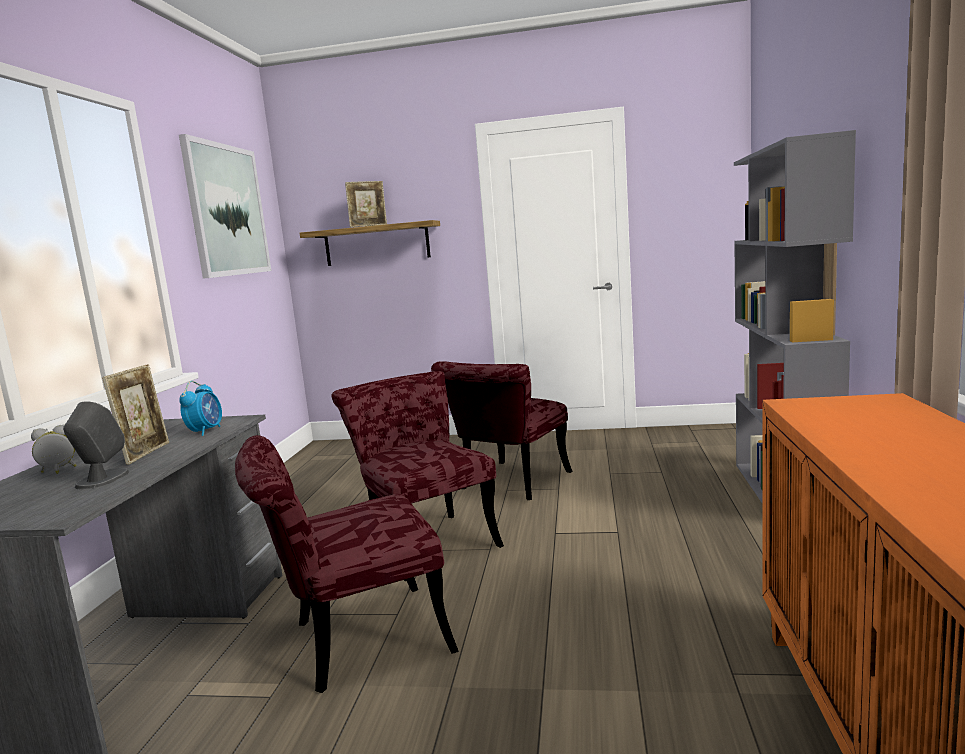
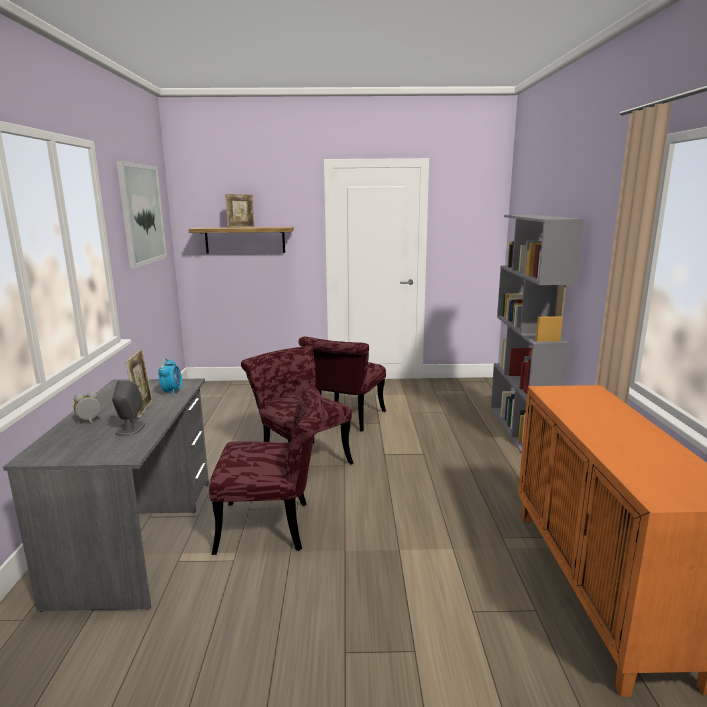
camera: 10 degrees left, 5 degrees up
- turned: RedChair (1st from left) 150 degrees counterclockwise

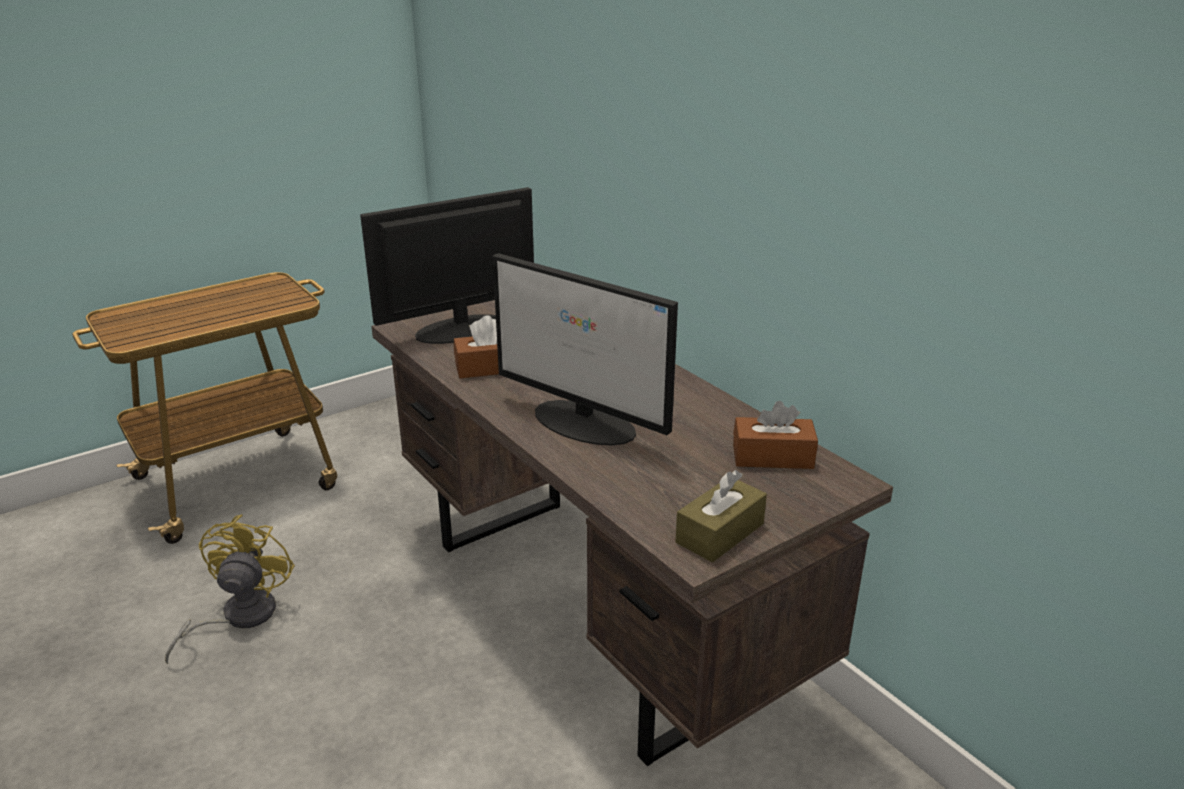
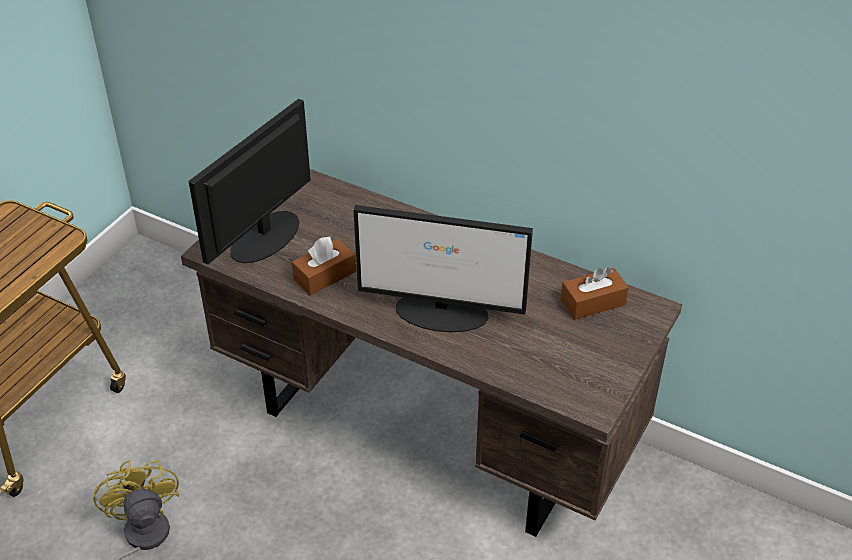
camera: 25 degrees left, 15 degrees up
- removed: BrownTissueBox (2nd from left)

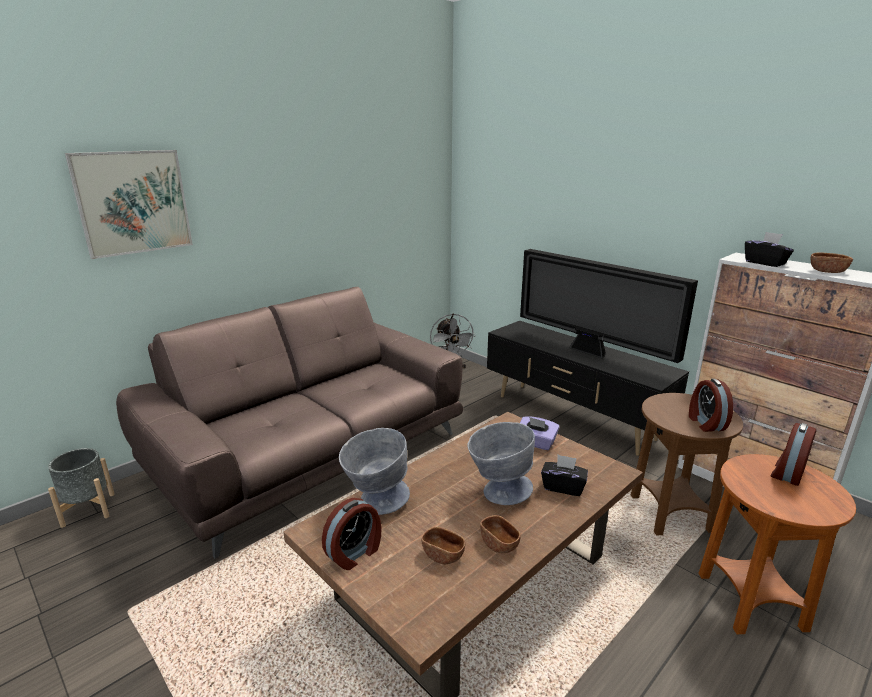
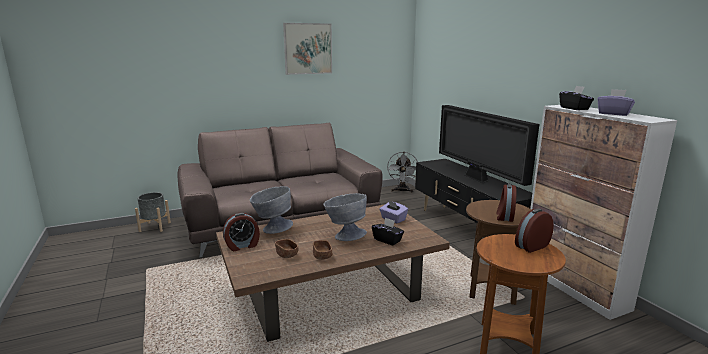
camera: 20 degrees right, 5 degrees down
- moved: Picture
- replaced: BrownBowl (3rd from left) to PurpleTissueBox (2nd from left)

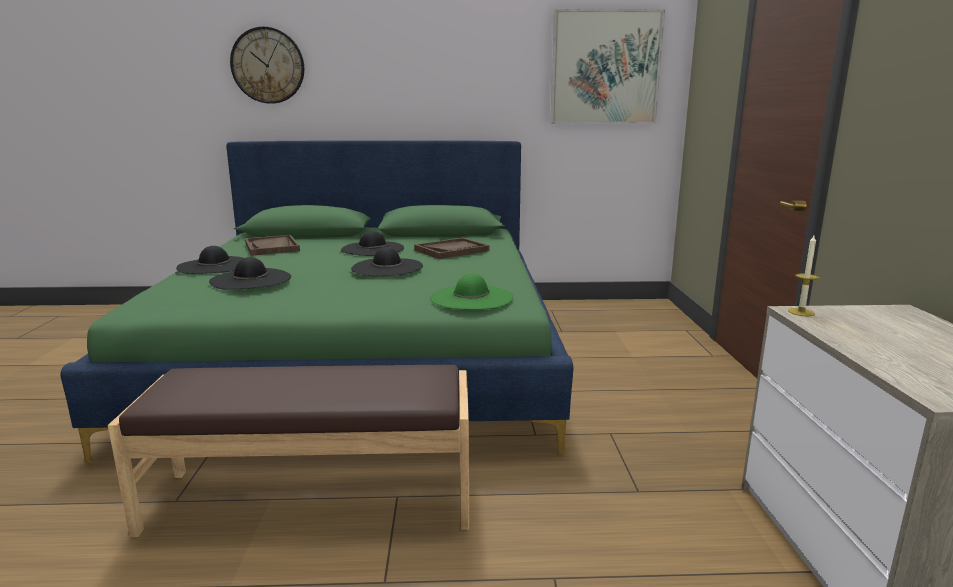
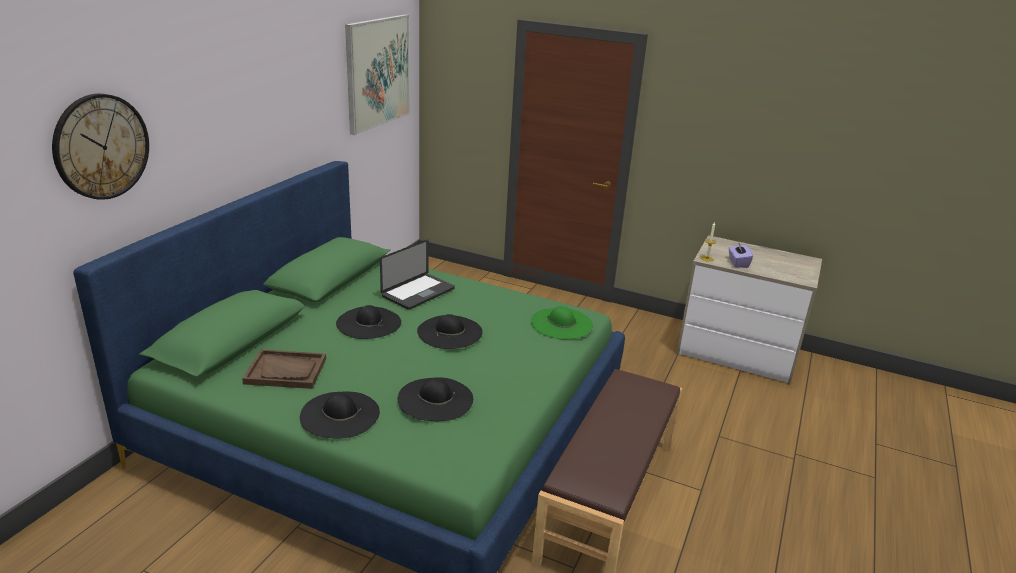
camera: 65 degrees left, 10 degrees up
- replaced: BrownTray (2nd from left) to Laptop
- added: PurpleTissueBox

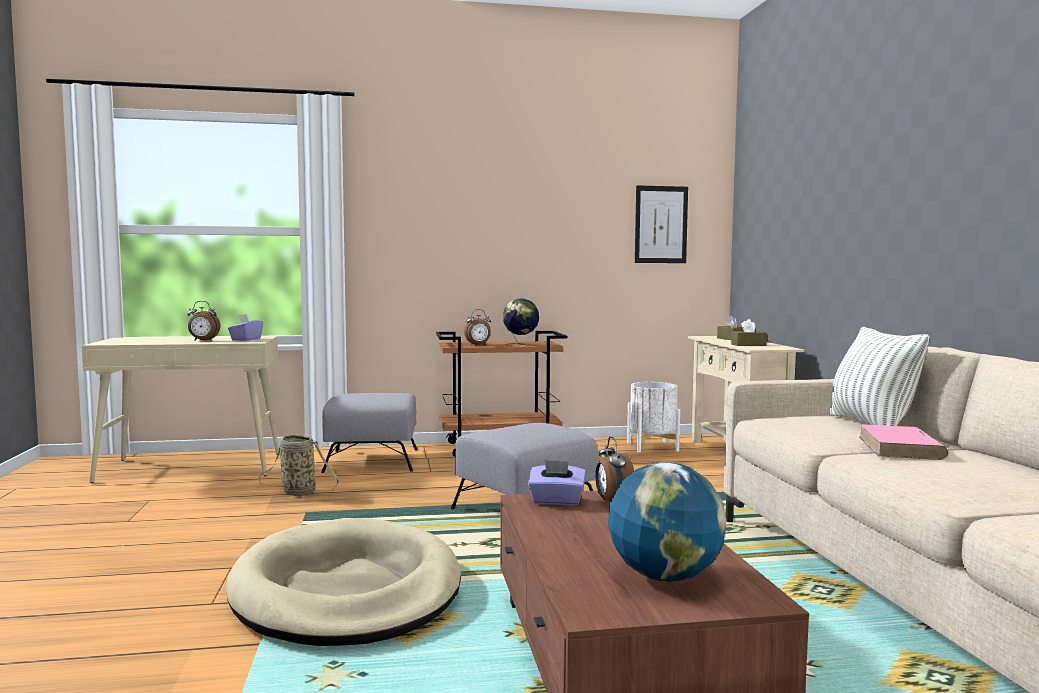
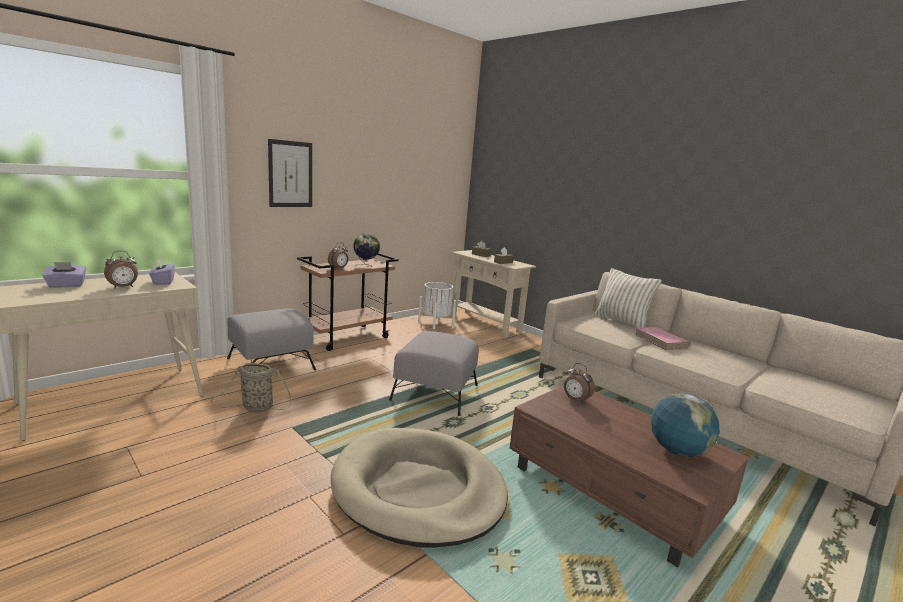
camera: 35 degrees left, 10 degrees up
- moved: Picture
- moved: PurpleTissueBox (2nd from left in the first image) to PurpleTissueBox (1st from left)

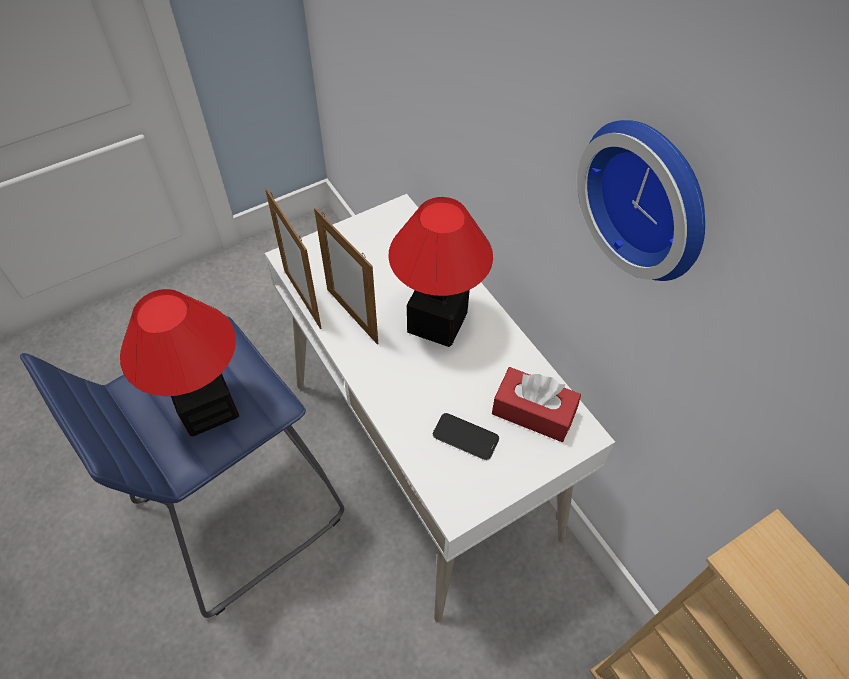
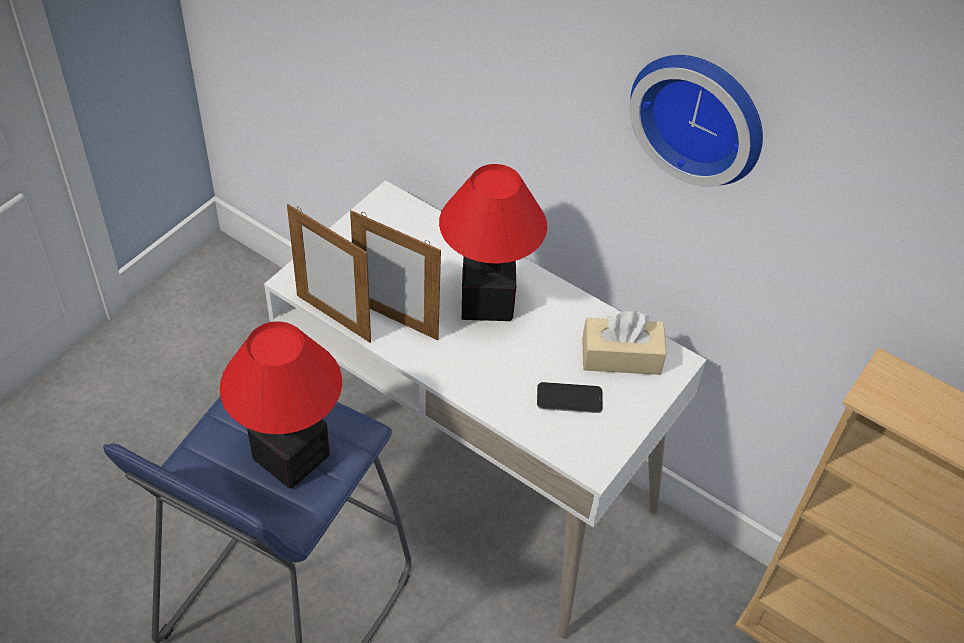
camera: 25 degrees left, 5 degrees down
- recoloured: RedTissueBox to BeigeTissueBox

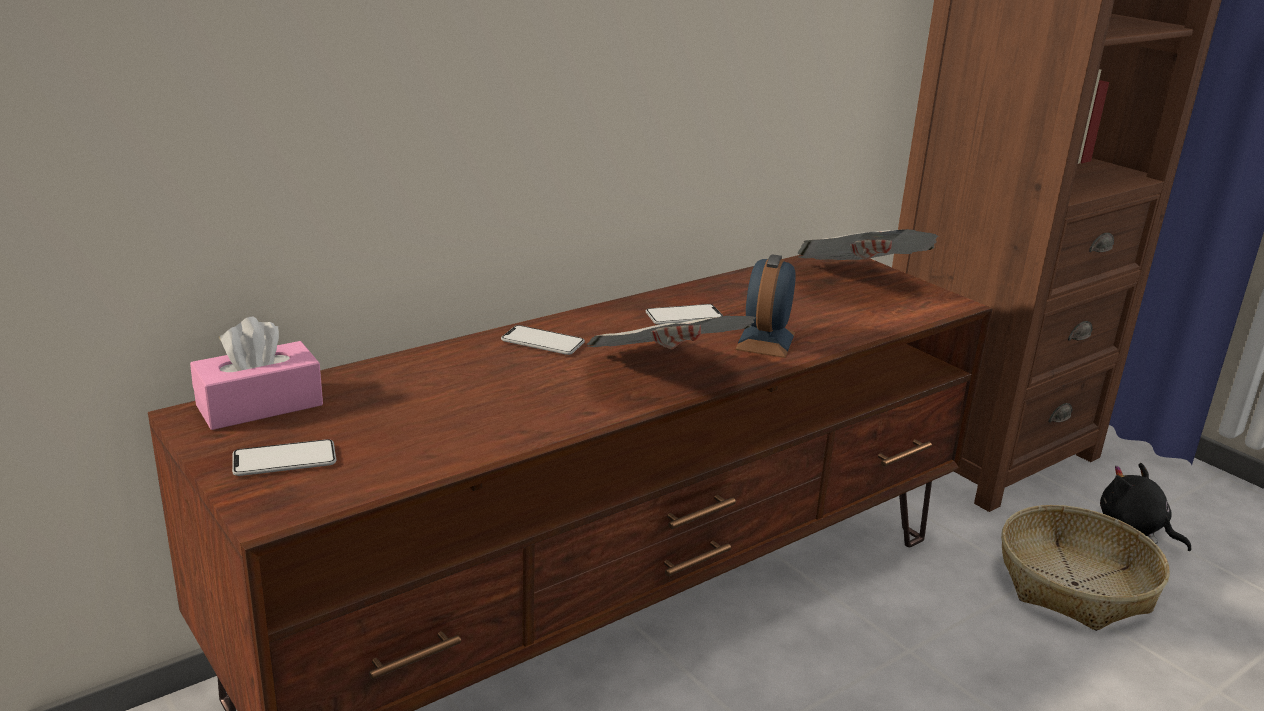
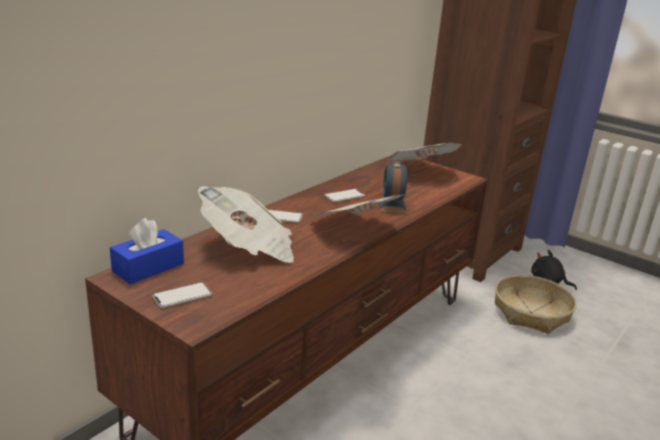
camera: 15 degrees left, 0 degrees up
- recoloured: PinkTissueBox to BlueTissueBox
- added: Newspaper (1st from left)

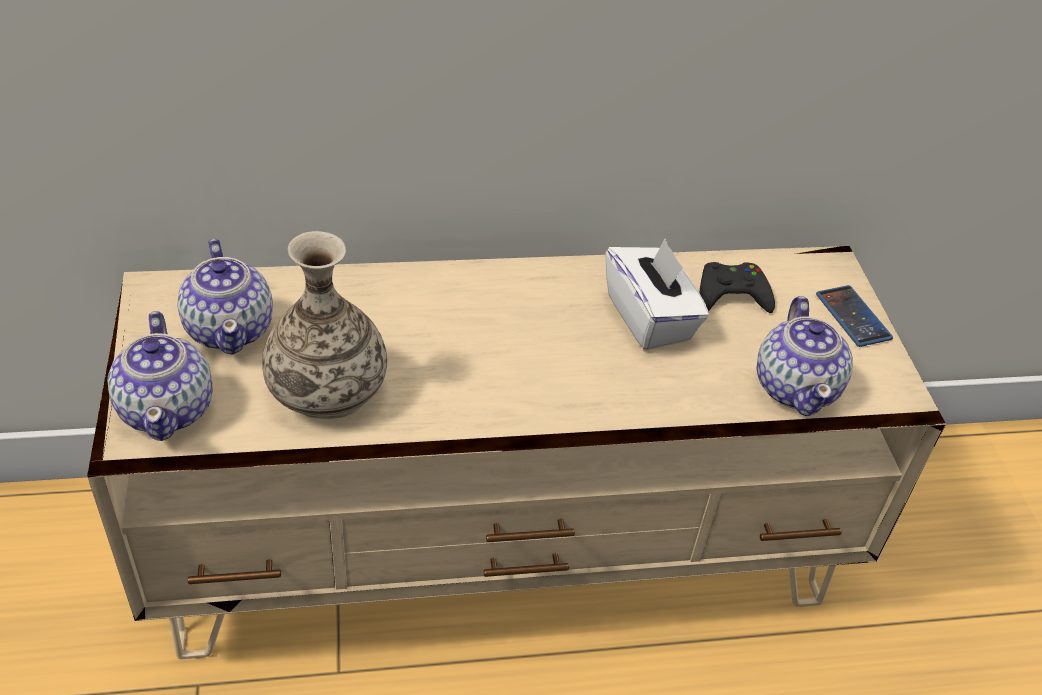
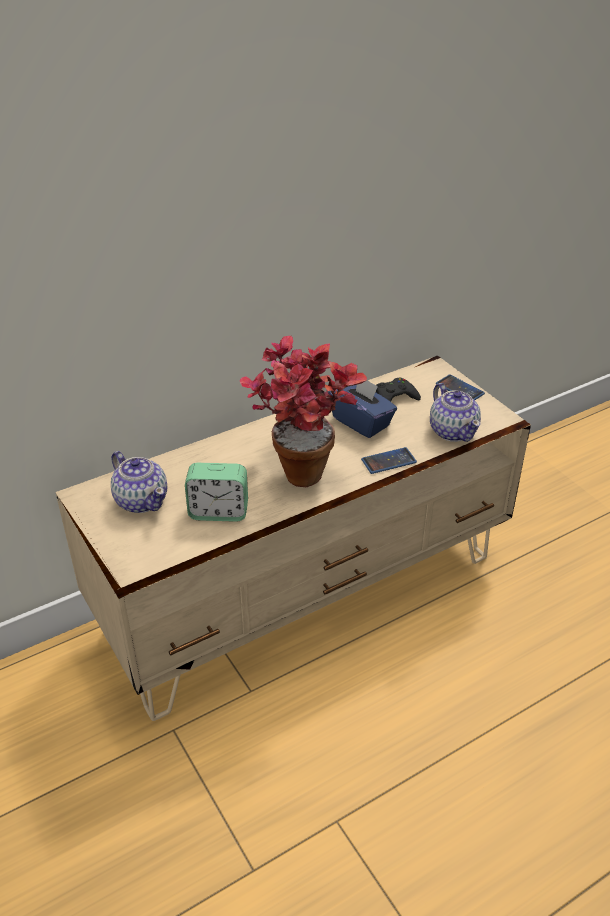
camera: 20 degrees left, 5 degrees down
- replaced: Vase to AlarmClock
- recoloured: WhiteTissueBox to BlueTissueBox
- removed: Teapot (1st from left)
- added: PottedPlant
- added: Phone (1st from left)

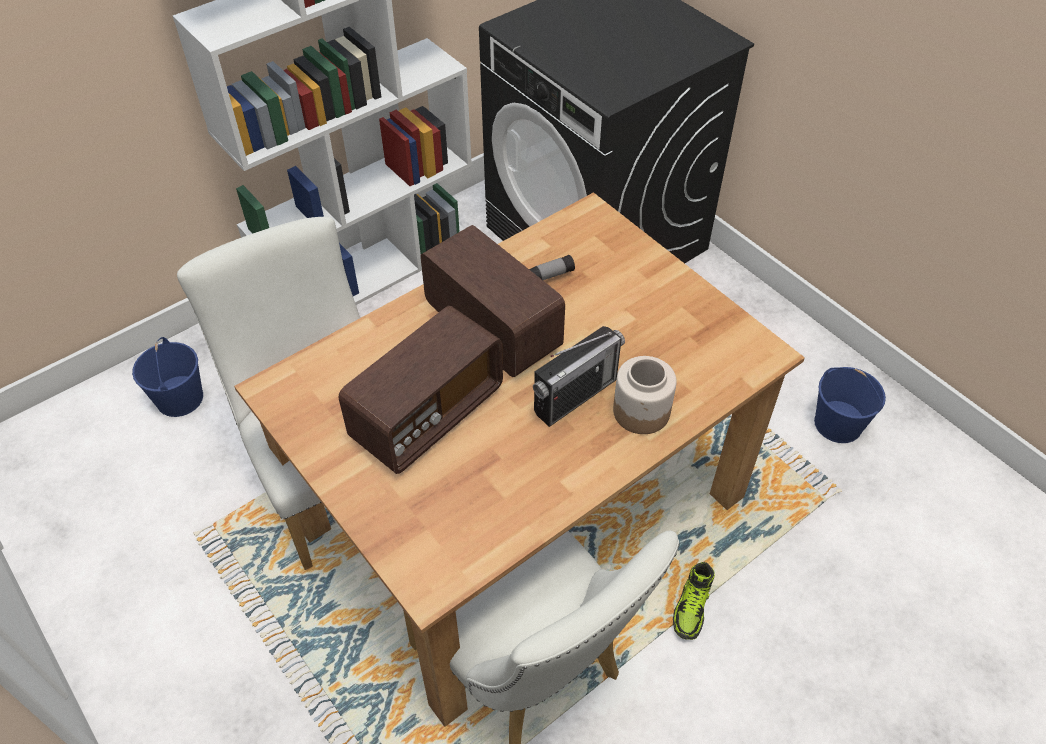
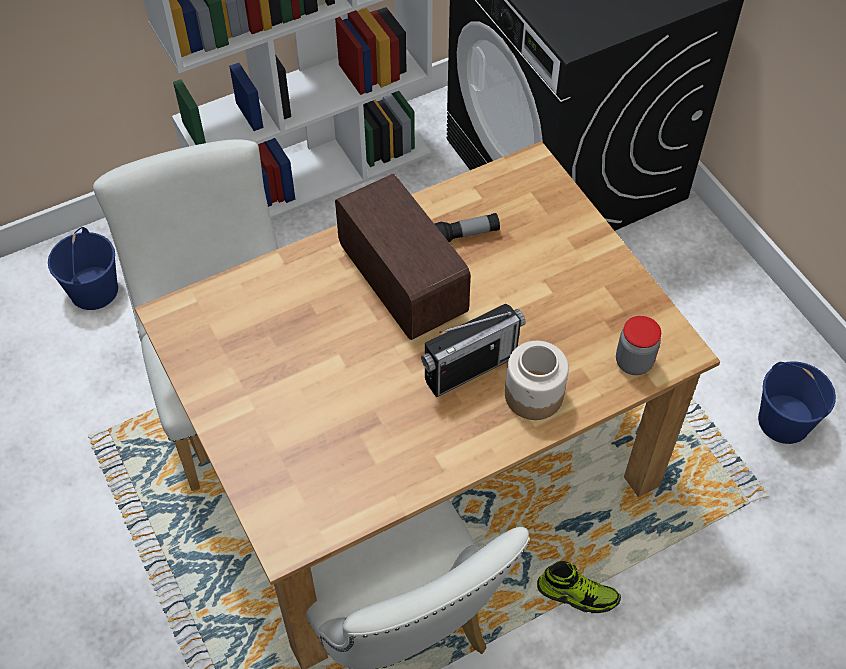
camera: 10 degrees right, 5 degrees up
- removed: Radio (1st from left)
- turned: Shoe 105 degrees counterclockwise
- added: Jar (2nd from left)

